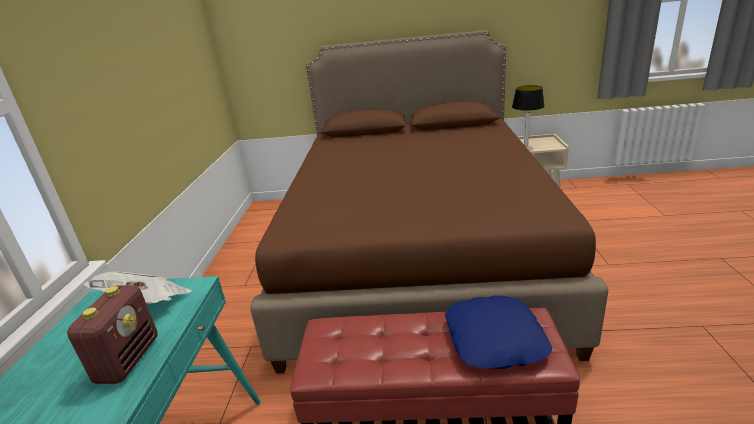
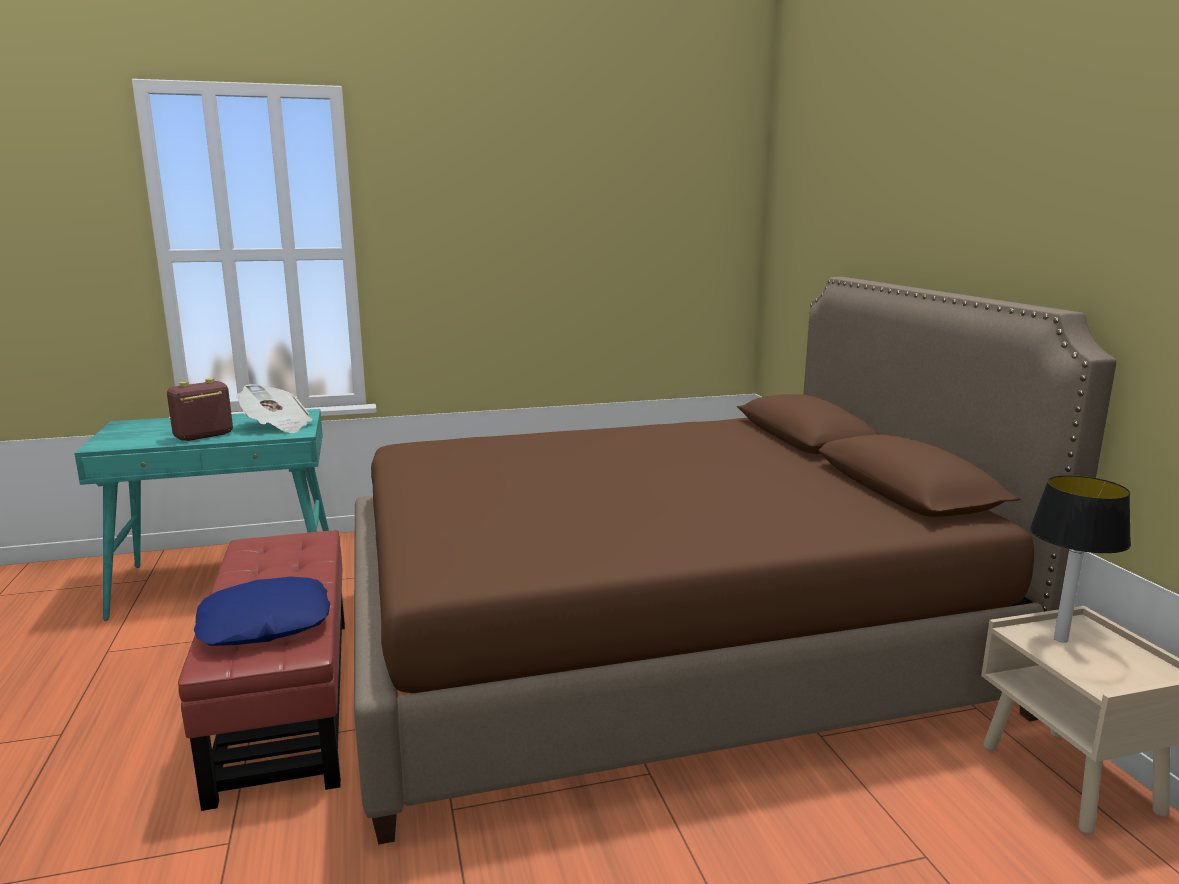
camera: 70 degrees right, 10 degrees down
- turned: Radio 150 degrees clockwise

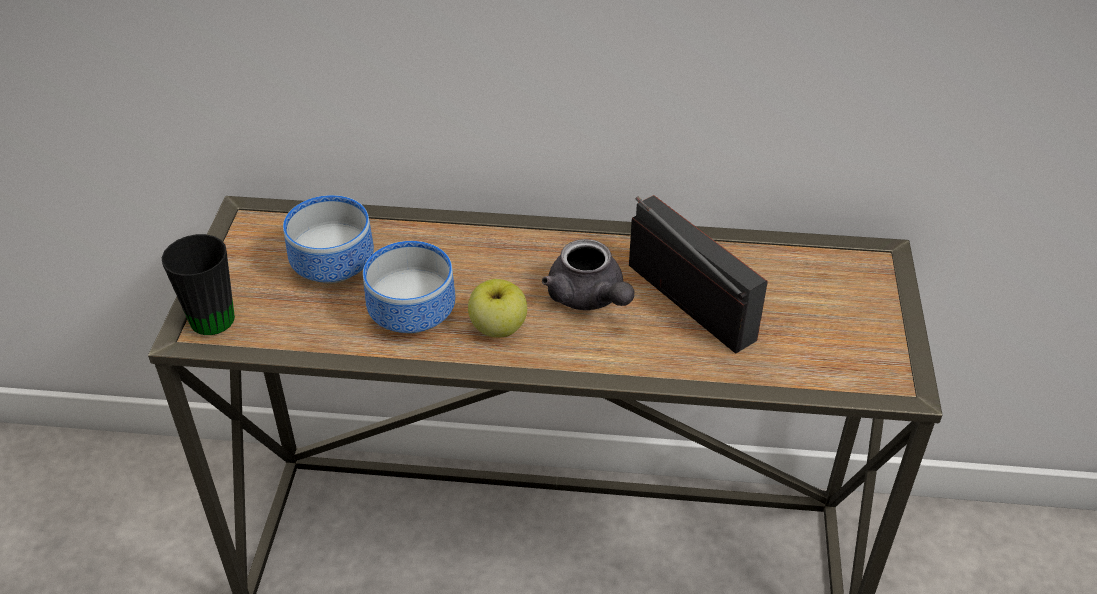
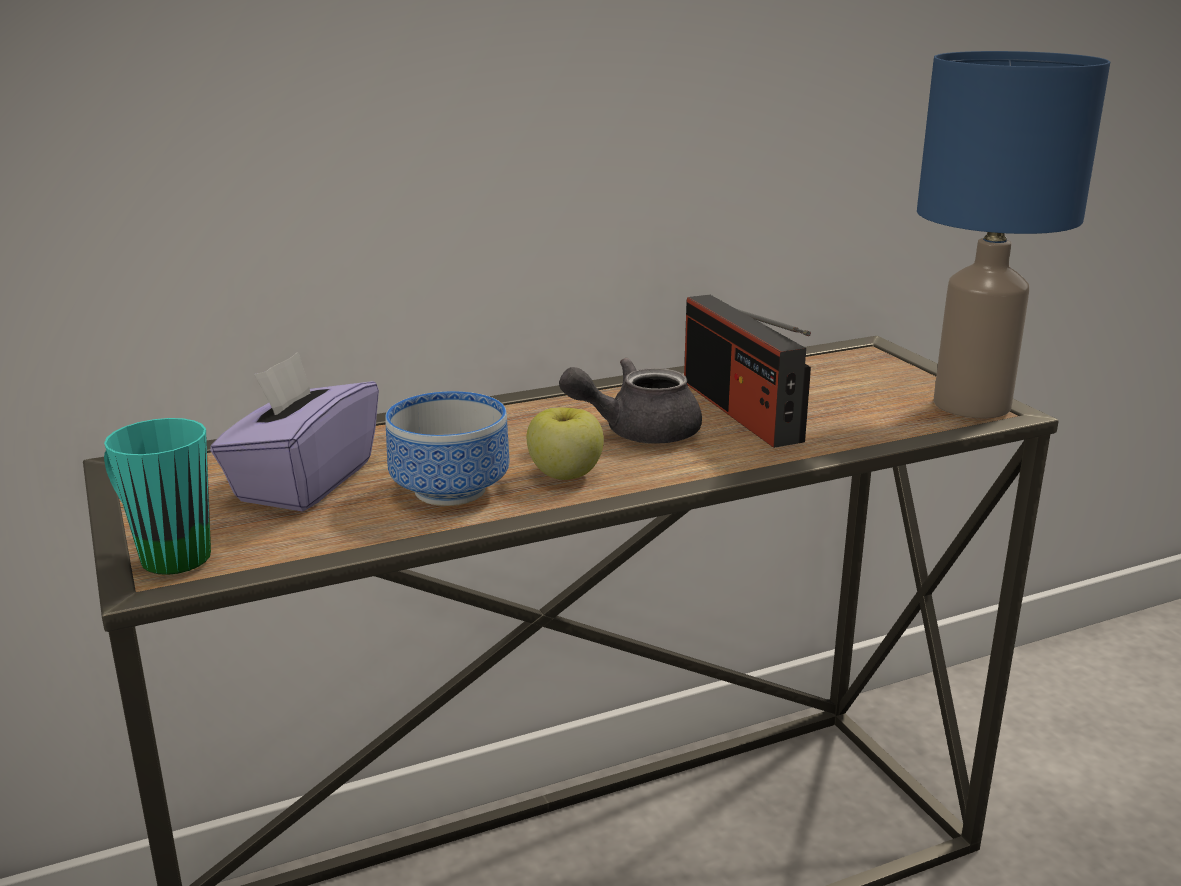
camera: 30 degrees left, 20 degrees down
- replaced: Bowl (1st from left) to PurpleTissueBox
- turned: Radio 135 degrees counterclockwise
- recoloured: BlackMug to TurquoiseMug
- turned: GreyTeapot 135 degrees clockwise
- added: BlueTableLamp

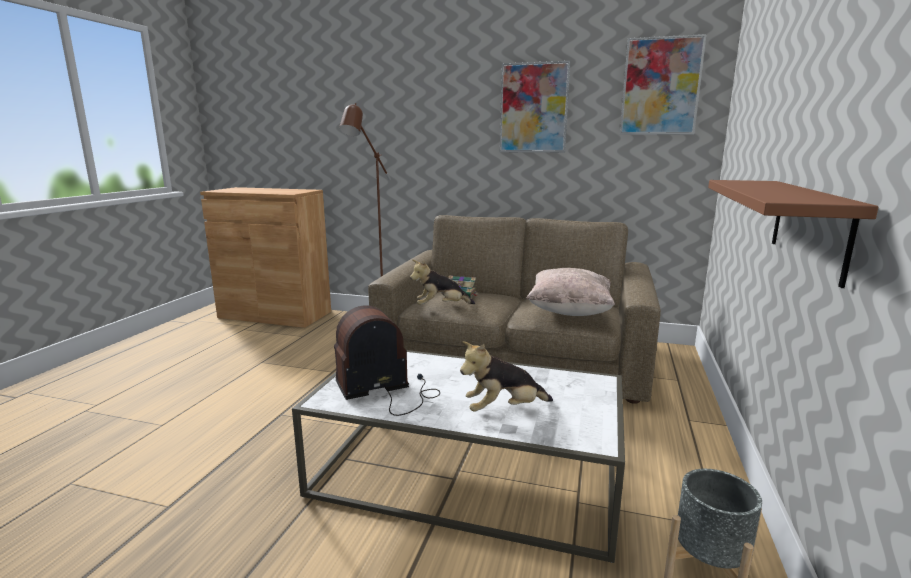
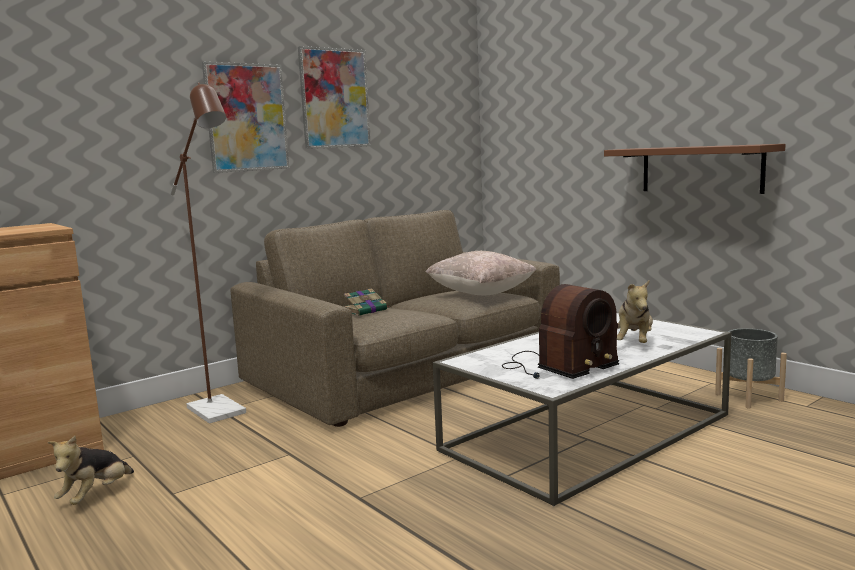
camera: 55 degrees left, 5 degrees down
- moved: Picture (2nd from left in the first image) to Picture (1st from left)
- moved: PlushToy (1st from left)
- turned: Radio 135 degrees counterclockwise

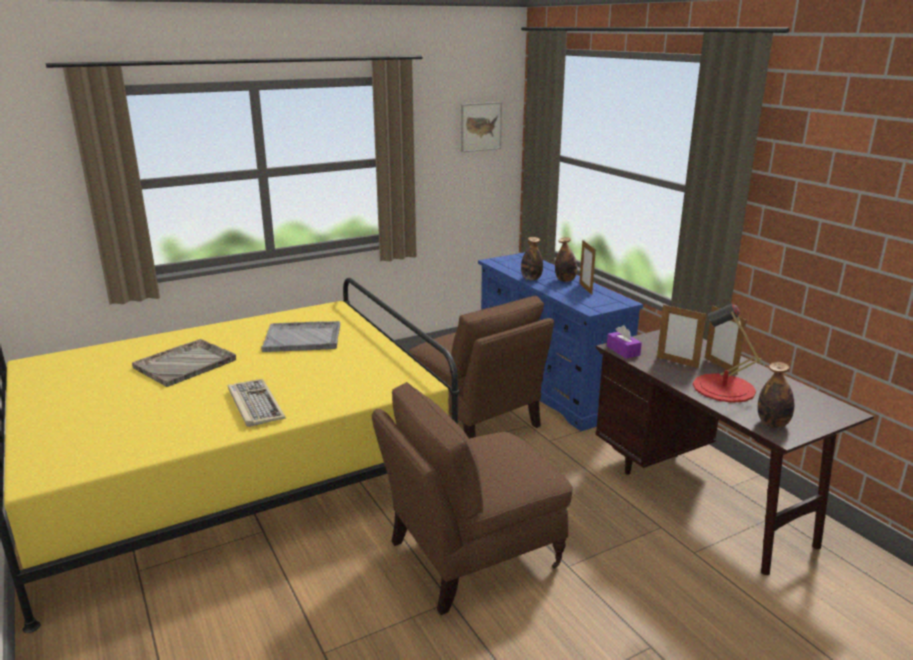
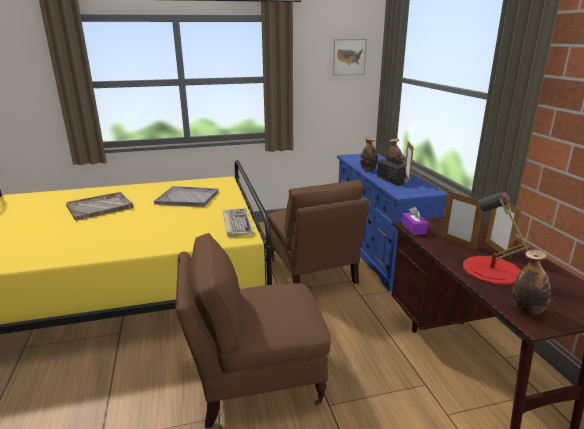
camera: 15 degrees right, 0 degrees up
- moved: Keyboard
- added: Radio

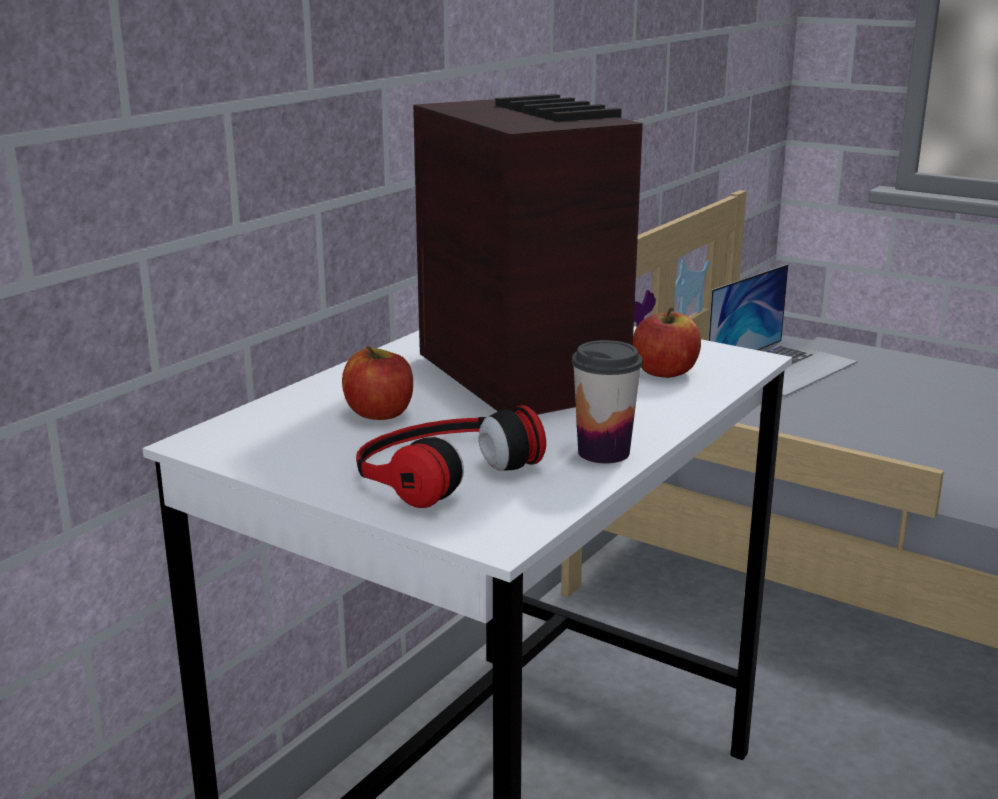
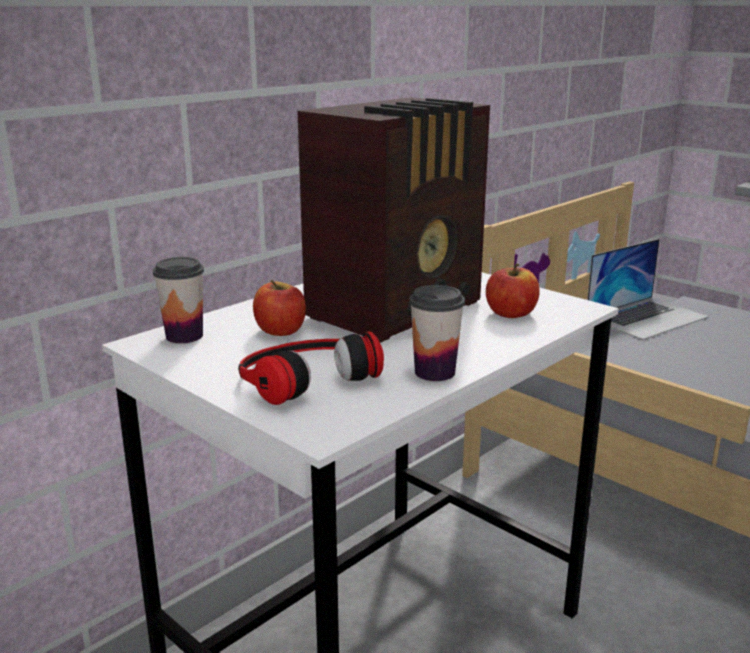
camera: 10 degrees right, 0 degrees up
- turned: Radio 60 degrees clockwise
- added: Cup (1st from left)

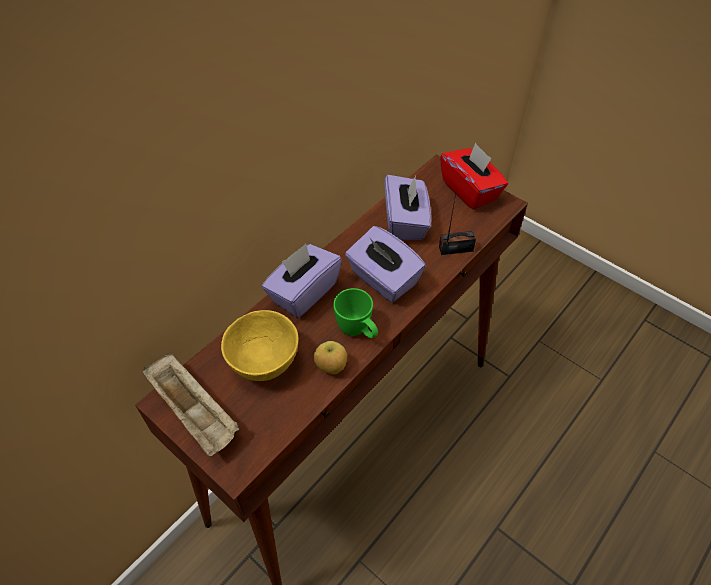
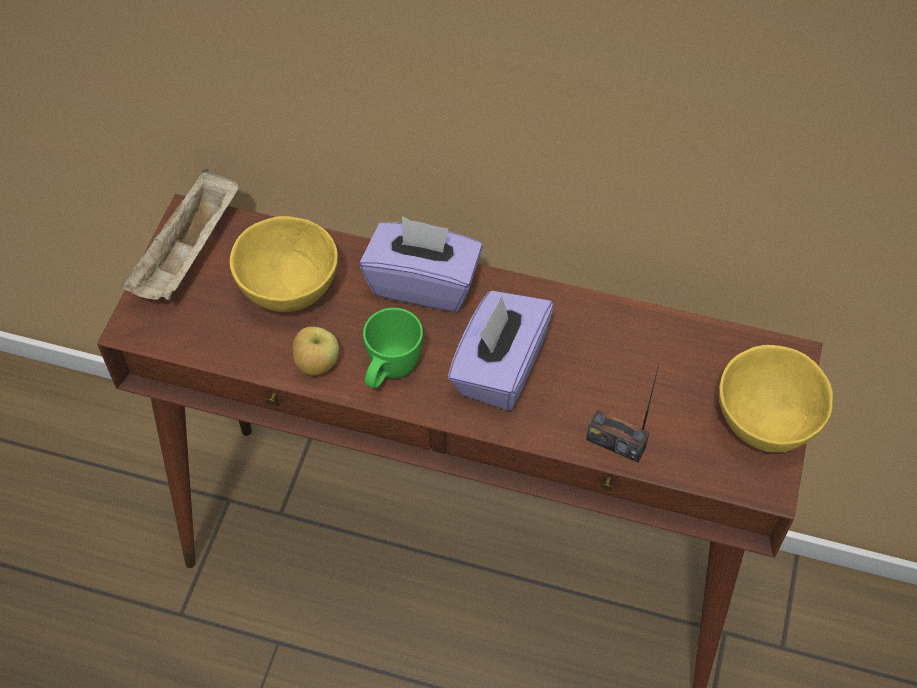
camera: 65 degrees right, 5 degrees up
- replaced: RedTissueBox to YellowBowl (2nd from left)
- removed: PurpleTissueBox (3rd from left)
- turned: Radio 150 degrees clockwise

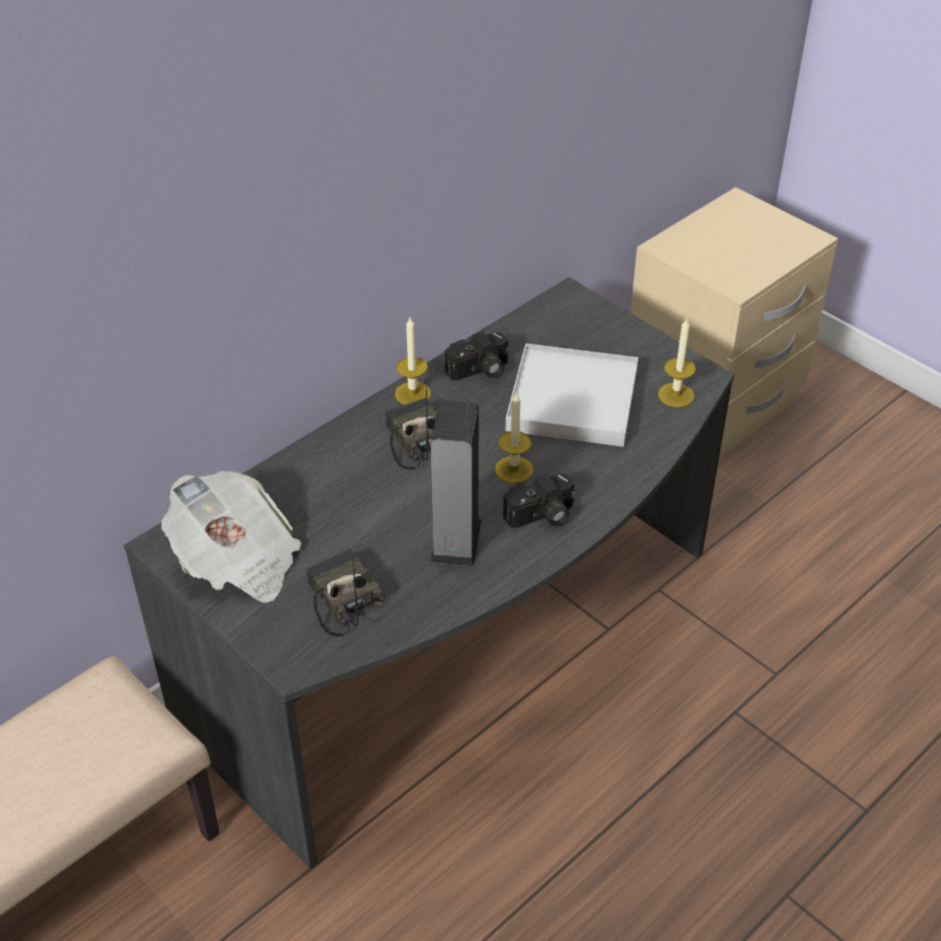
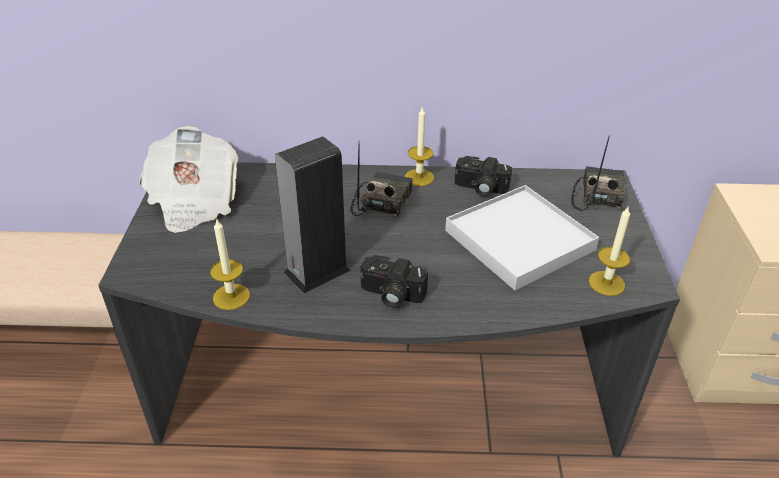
camera: 45 degrees right, 5 degrees down
- moved: Candle (2nd from left in the first image) to Candle (1st from left)
- moved: Radio (1st from left in the first image) to Radio (2nd from left)

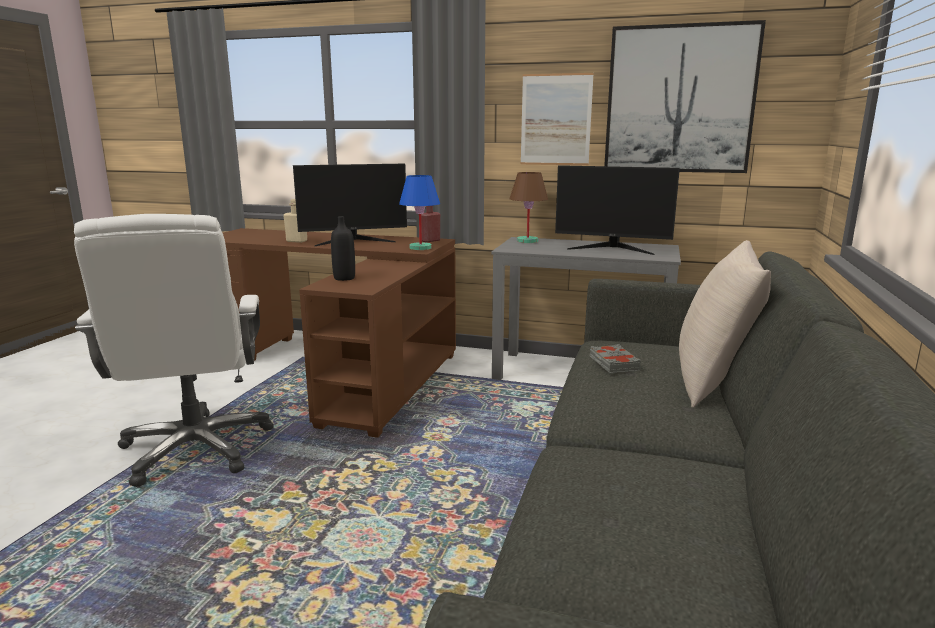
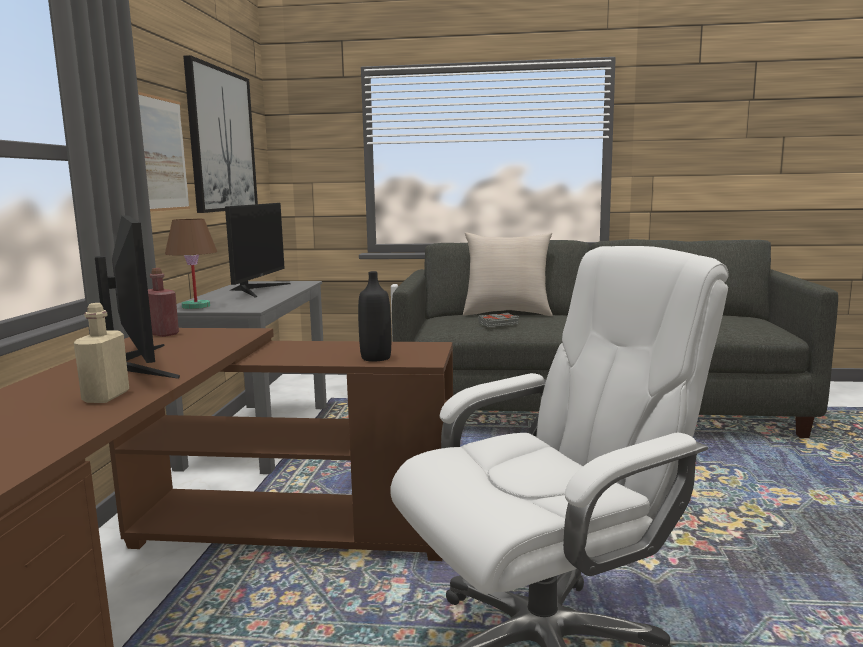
camera: 100 degrees left, 5 degrees down
- removed: BlueTableLamp

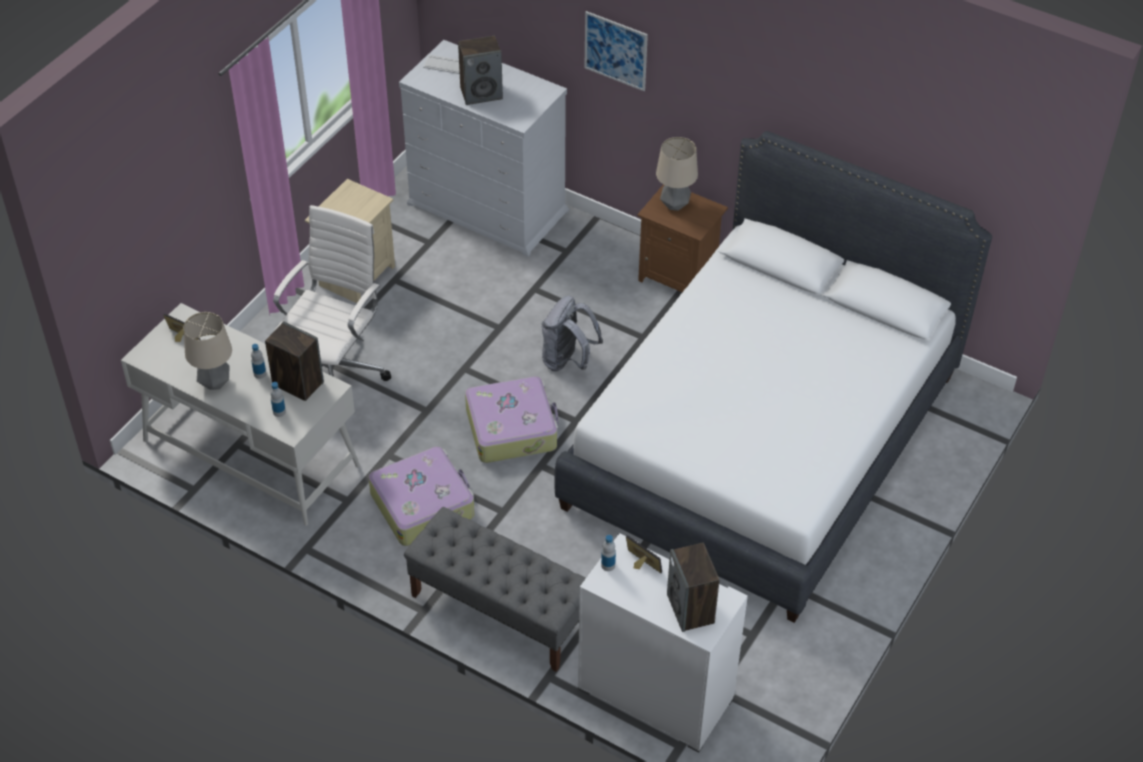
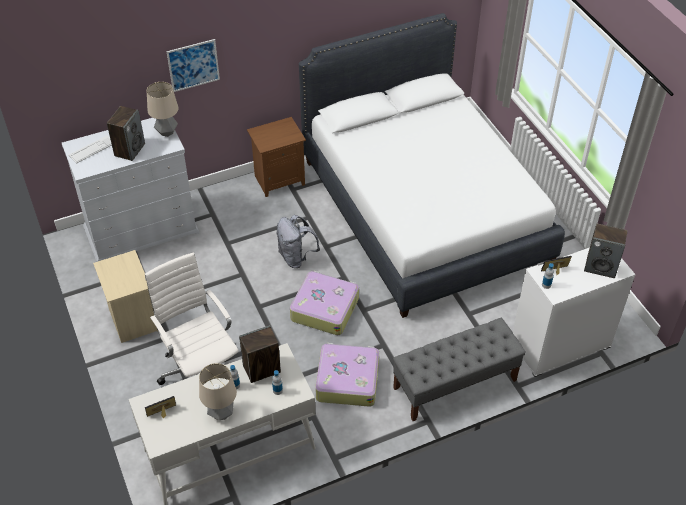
camera: 55 degrees left, 0 degrees up
- moved: TableLamp (2nd from left in the first image) to TableLamp (1st from left)

